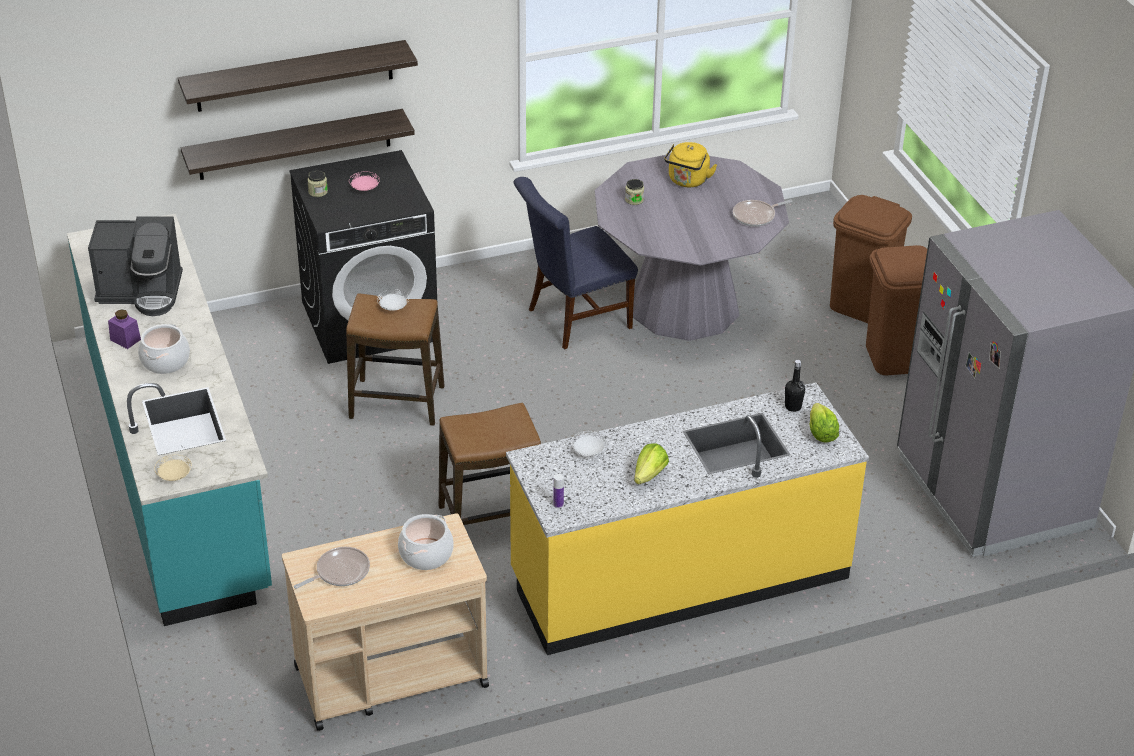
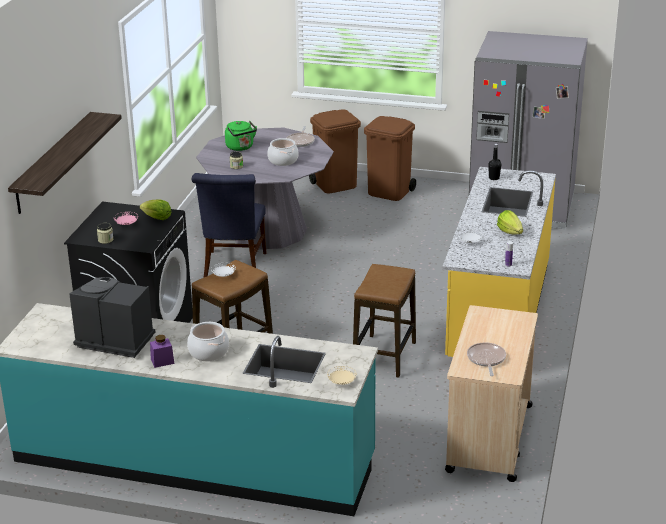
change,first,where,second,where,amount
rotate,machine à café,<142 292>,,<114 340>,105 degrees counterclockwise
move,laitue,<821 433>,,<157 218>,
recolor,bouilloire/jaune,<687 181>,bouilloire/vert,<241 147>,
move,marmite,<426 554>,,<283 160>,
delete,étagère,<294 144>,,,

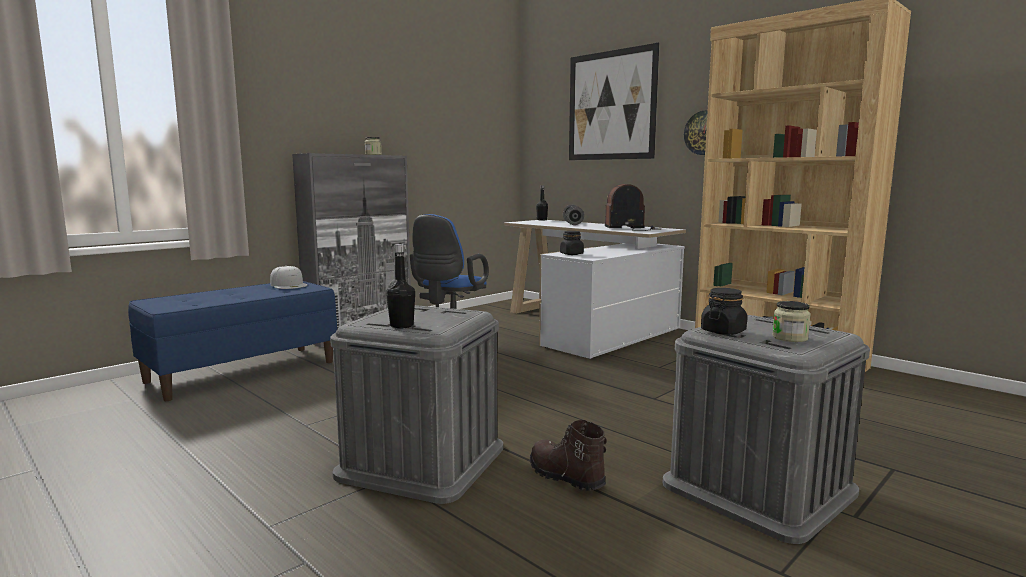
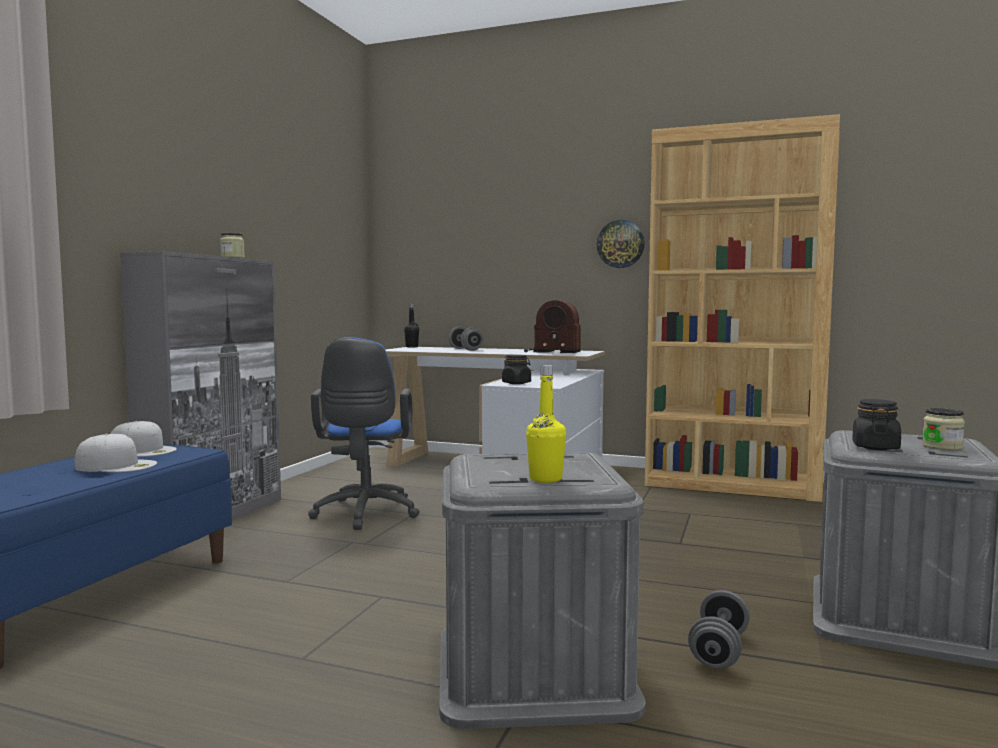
change,first,where,second,where,amount
insert,,,casquette/blanc,<117 465>,
rotate,radio,<632 229>,,<552 352>,135 degrees counterclockwise
recolor,bouteille/noir,<401 326>,bouteille/jaune,<545 479>,
replace,botte/marron,<565 477>,haltère/gris,<719 651>,
delete,tableau,<611 105>,,,

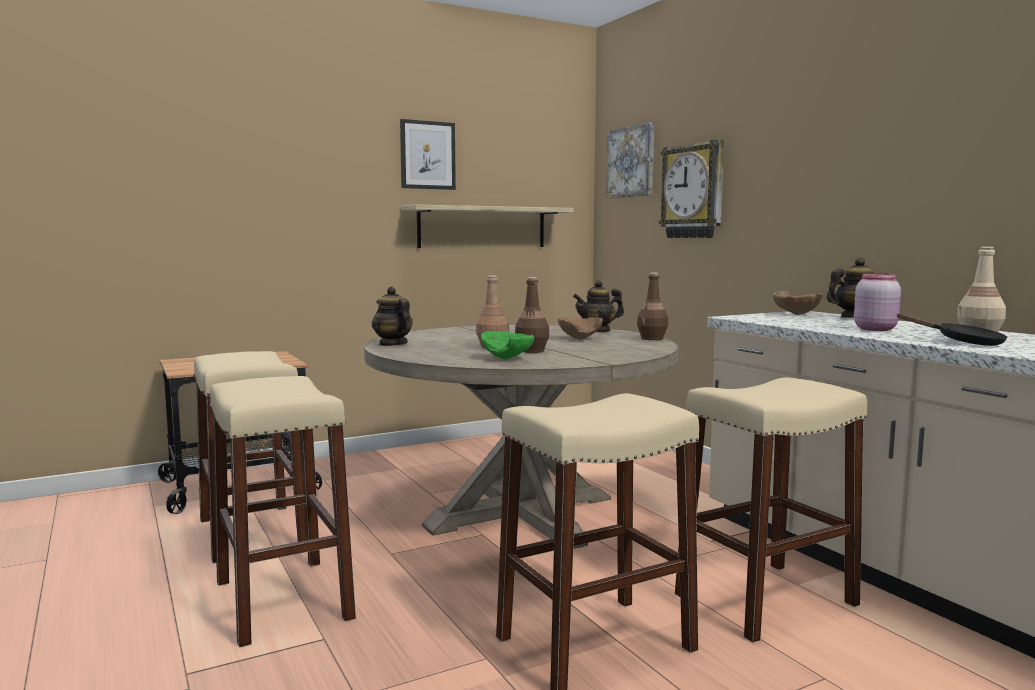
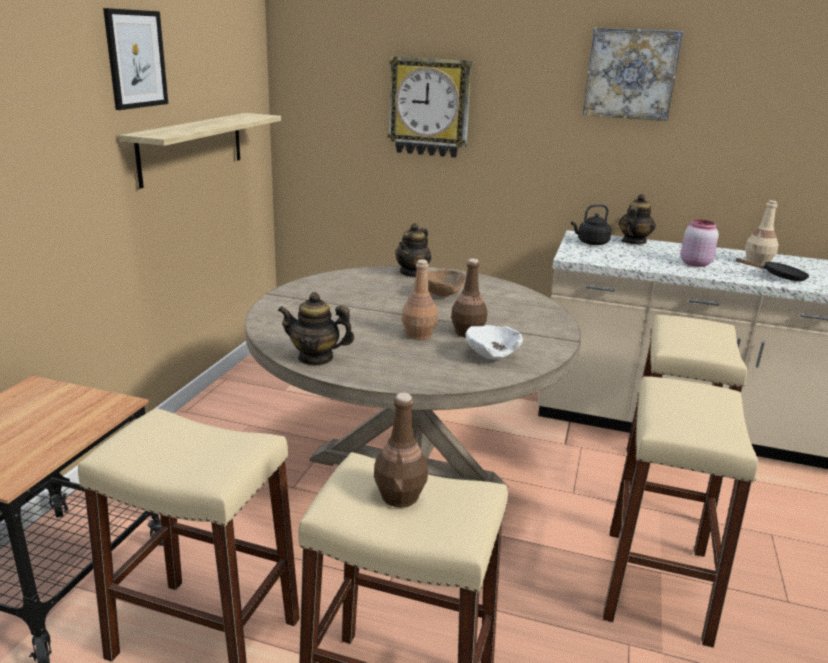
change,first,where,second,where,amount
move,bouteille/marron,<652 338>,,<400 496>,
recolor,bol/vert,<508 359>,bol/blanc,<492 356>,
replace,bol/marron,<795 315>,bouilloire/noir,<591 243>,
move,tableau,<631 162>,,<631 74>,

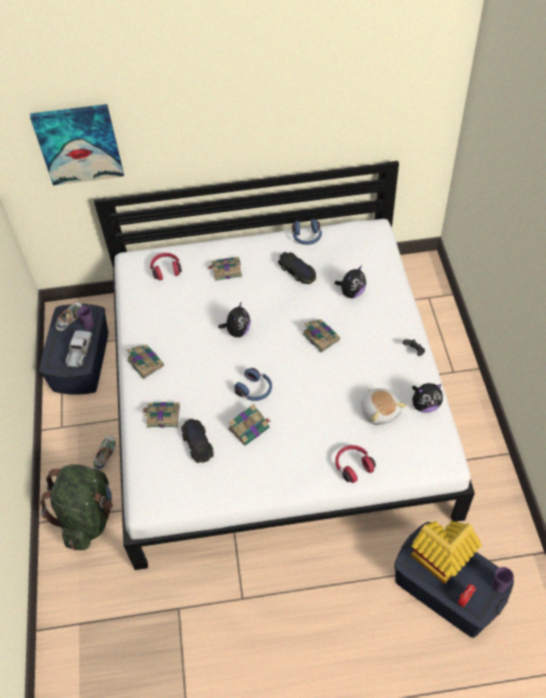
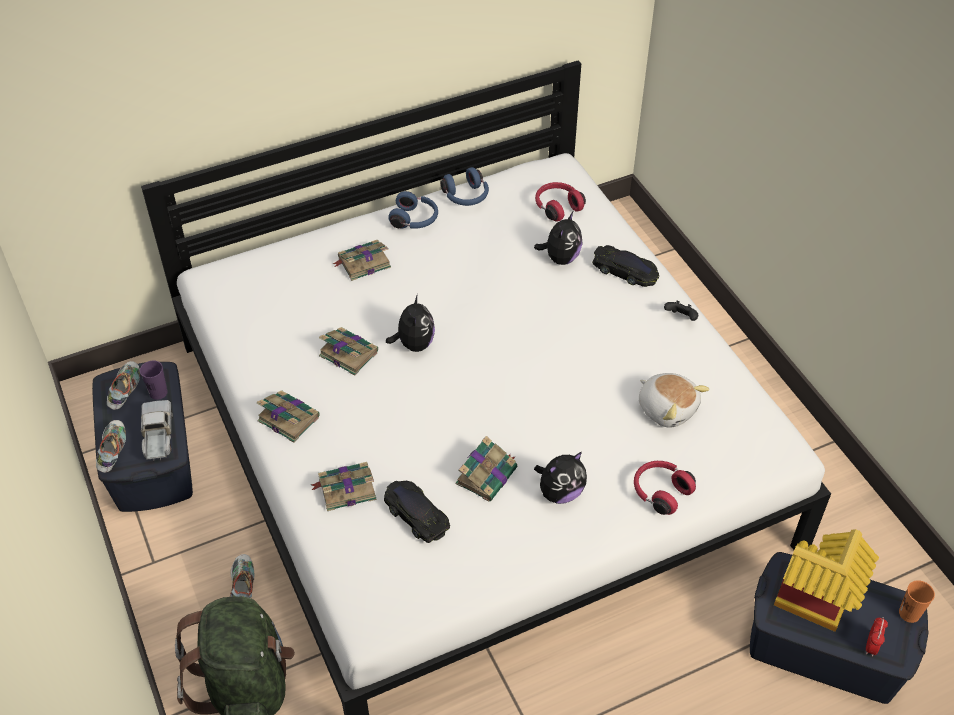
change,first,where,second,where,amount
insert,,,chaussure,<113 452>,
move,livre,<320 336>,,<347 353>,
move,casque audio/bleu,<255 390>,,<415 220>,
move,peluche,<425 405>,,<560 492>,
move,casque audio/rouge,<166 269>,,<557 207>,
move,petite voiture/noir,<297 271>,,<625 271>,
recolor,tasse/violet,<499 585>,tasse/orange,<909 613>,
delete,tableau,<79 144>,,,

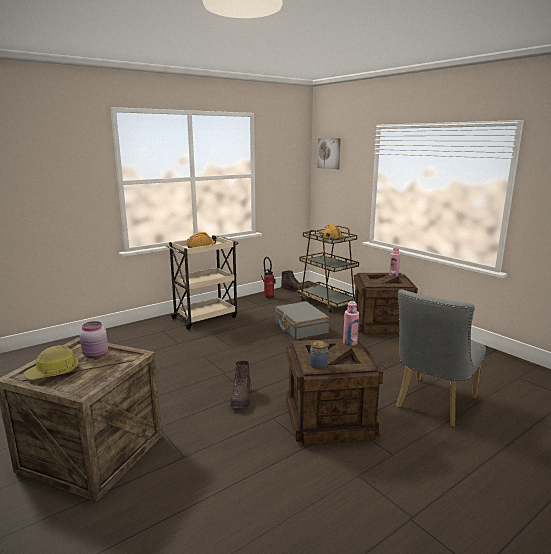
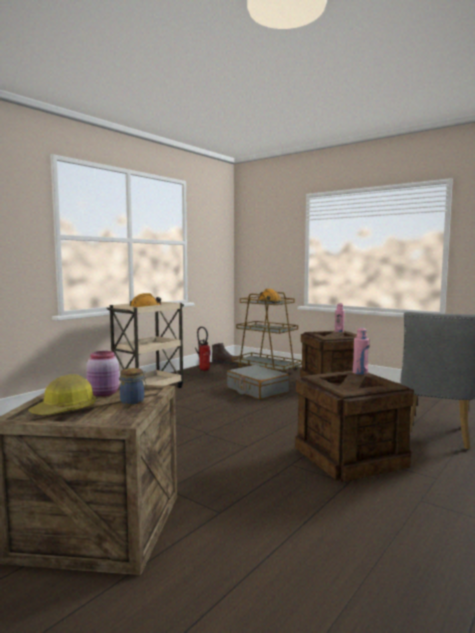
change,first,where,second,where,amount
move,bocal,<319 365>,,<133 401>,
delete,botte/marron,<241 398>,,,
delete,tableau,<329 153>,,,

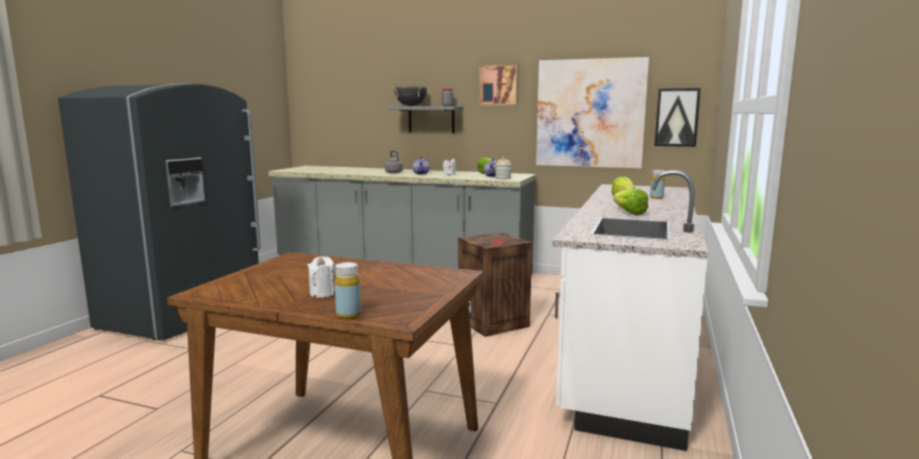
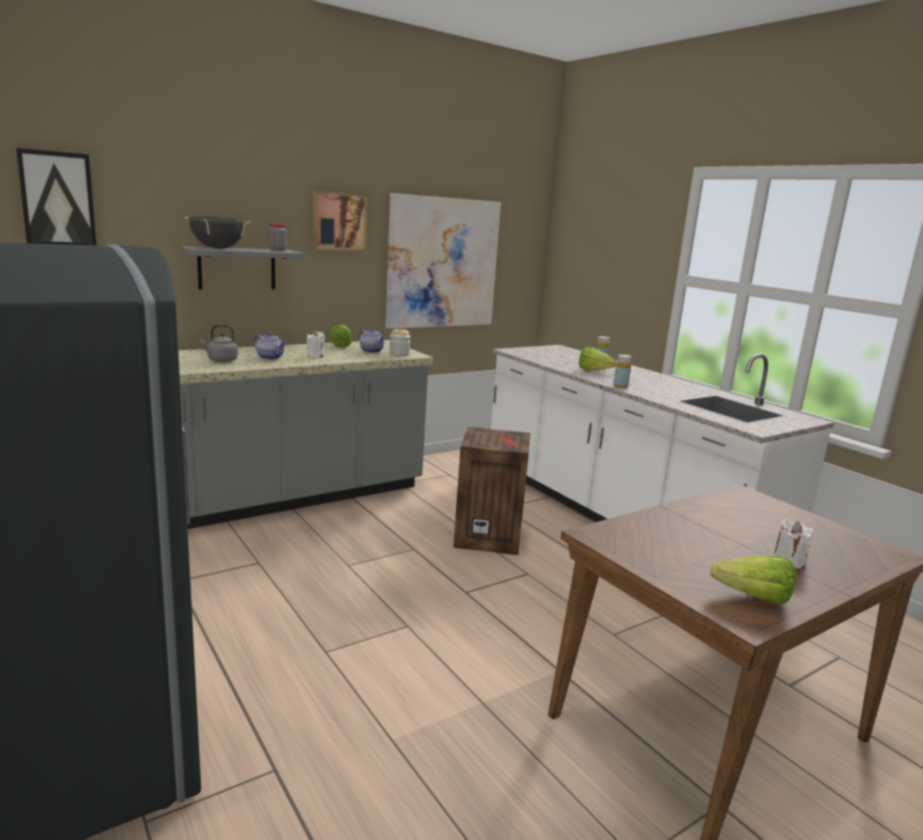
change,first,where,second,where,amount
move,tableau,<677 117>,,<57 199>,
move,bouteille/jaune,<348 315>,,<620 386>,
move,laitue,<627 212>,,<746 596>,

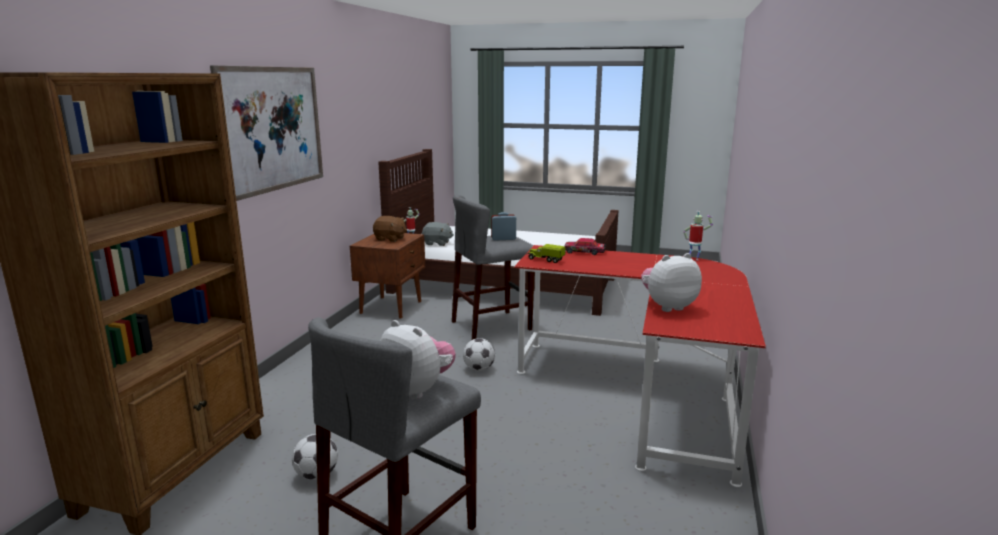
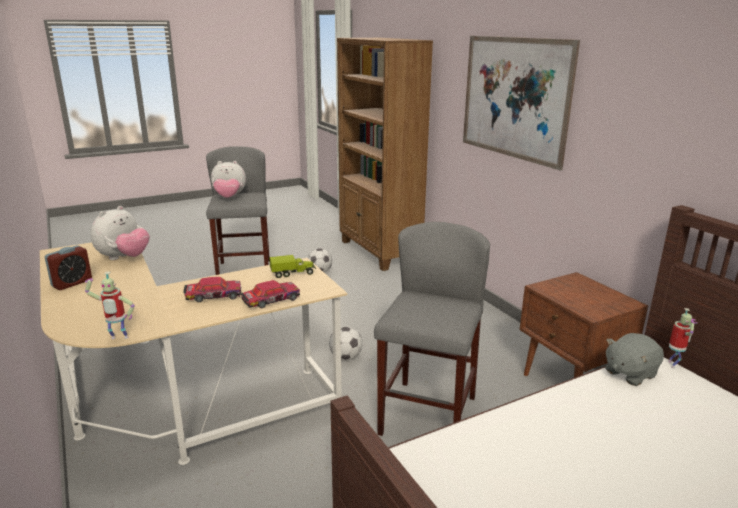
change,first,where,second,where,amount
recolor,bureau/rouge,<642 392>,bureau/beige,<175 403>,
move,réveil,<503 239>,,<72 283>,
insert,,,petite voiture,<213 296>,
delete,peluche/marron,<390 239>,,,

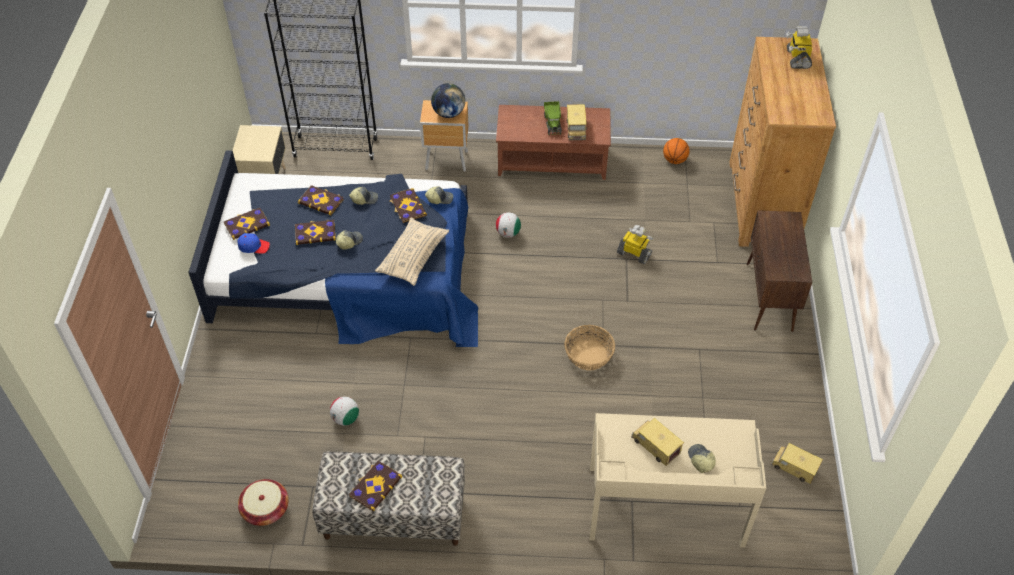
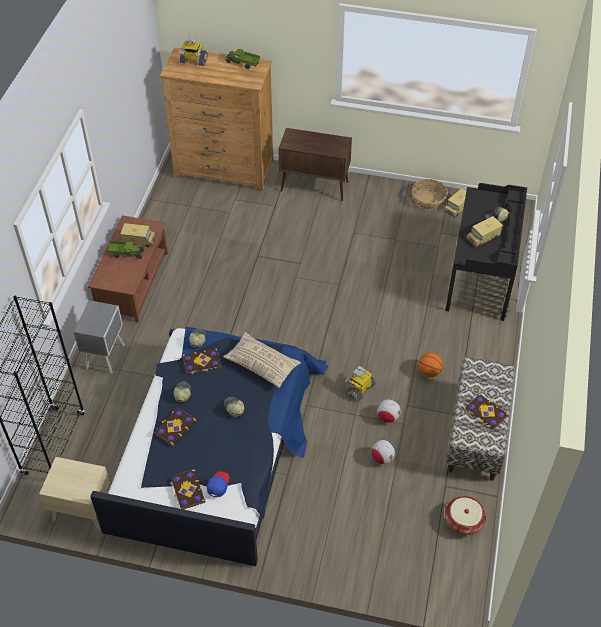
change,first,where,second,where,amount
recolor,table de chevet/marron,<447 161>,table de chevet/gris,<106 356>,
insert,,,camion jouet,<242 63>,
move,robot jouet,<634 253>,,<360 389>,
move,ballon de foot,<508 233>,,<388 417>,
move,panier,<589 355>,,<428 200>,
move,ballon de basket,<674 160>,,<429 372>,
recolor,bureau/beige,<665 507>,bureau/noir,<481 276>,
delete,livre,<315 233>,,,
delete,globe,<448 113>,,,

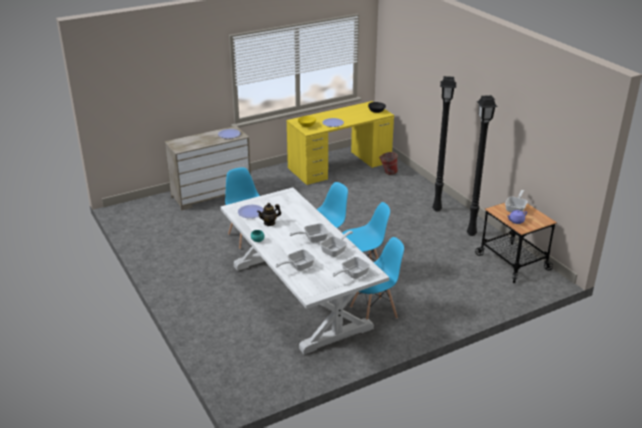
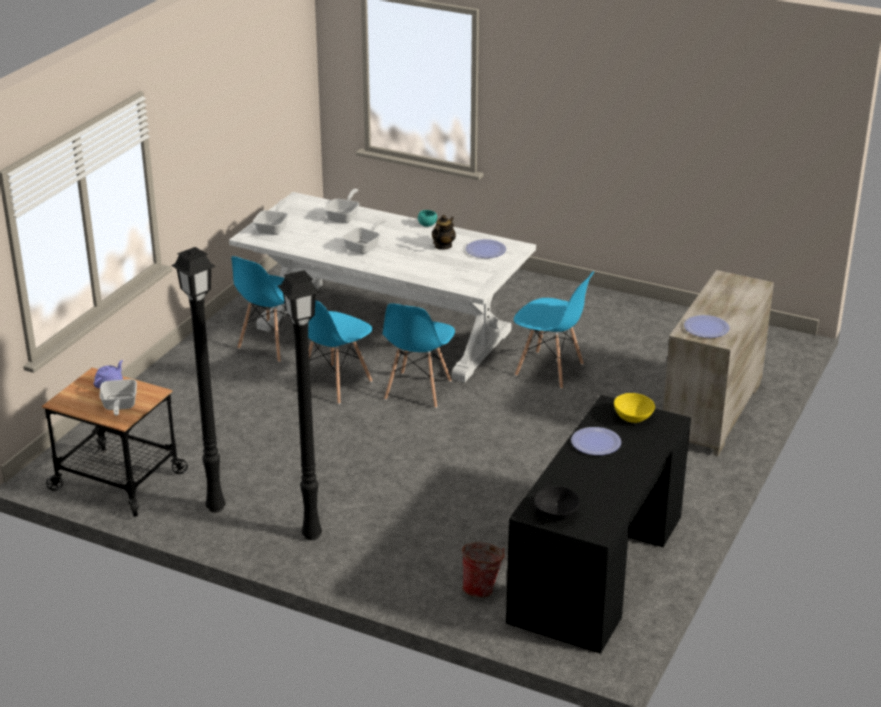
change,first,where,second,where,amount
recolor,bureau/jaune,<340 165>,bureau/noir,<596 568>,
delete,poêle,<336 250>,,,

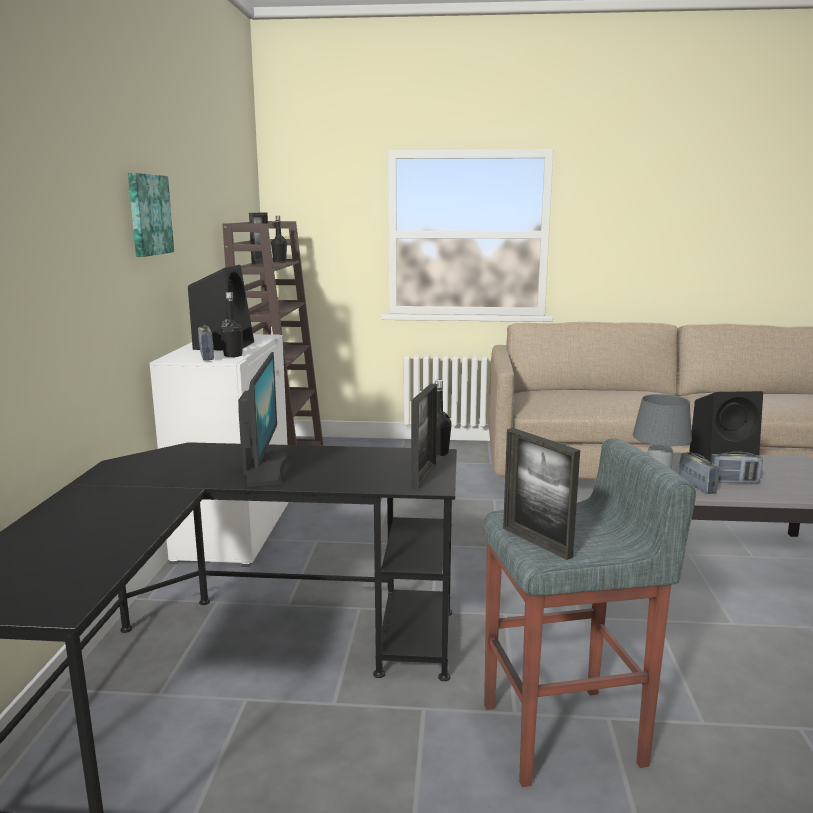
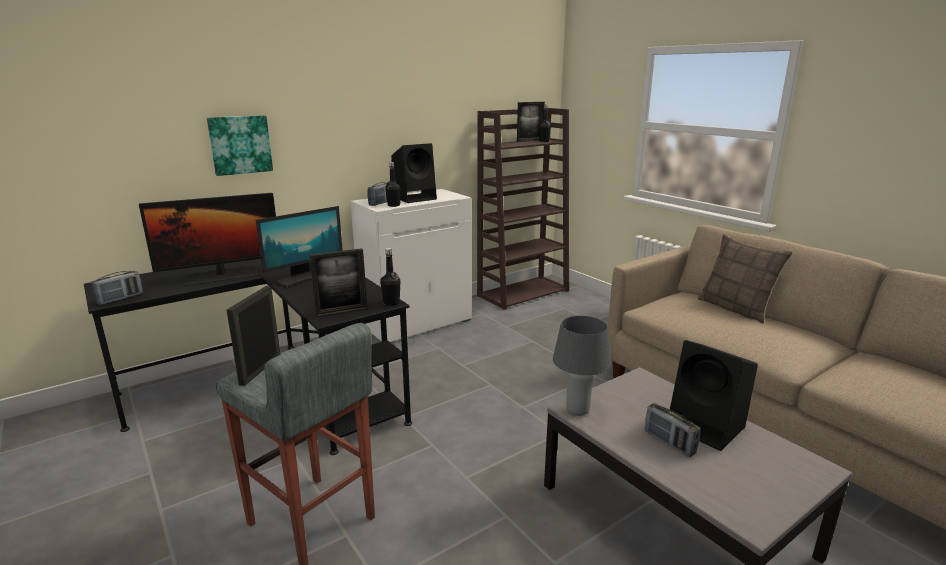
change,first,where,second,where,amount
move,radio,<696 486>,,<120 299>,
insert,,,écran d'ordinateur,<221 275>,
move,tableau,<148 215>,,<240 144>,
insert,,,coussin,<736 308>,

